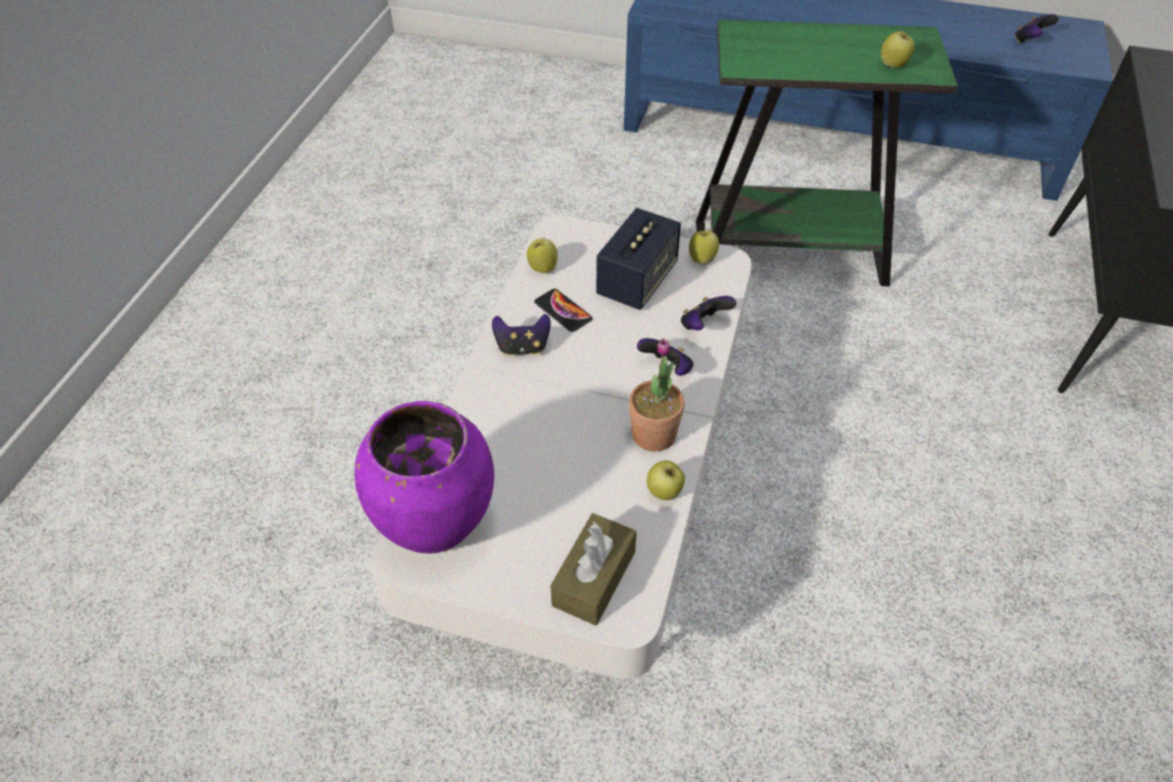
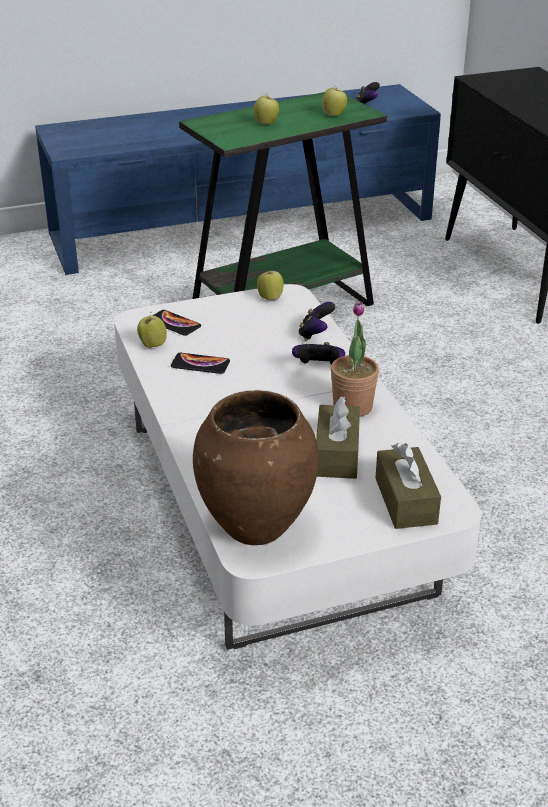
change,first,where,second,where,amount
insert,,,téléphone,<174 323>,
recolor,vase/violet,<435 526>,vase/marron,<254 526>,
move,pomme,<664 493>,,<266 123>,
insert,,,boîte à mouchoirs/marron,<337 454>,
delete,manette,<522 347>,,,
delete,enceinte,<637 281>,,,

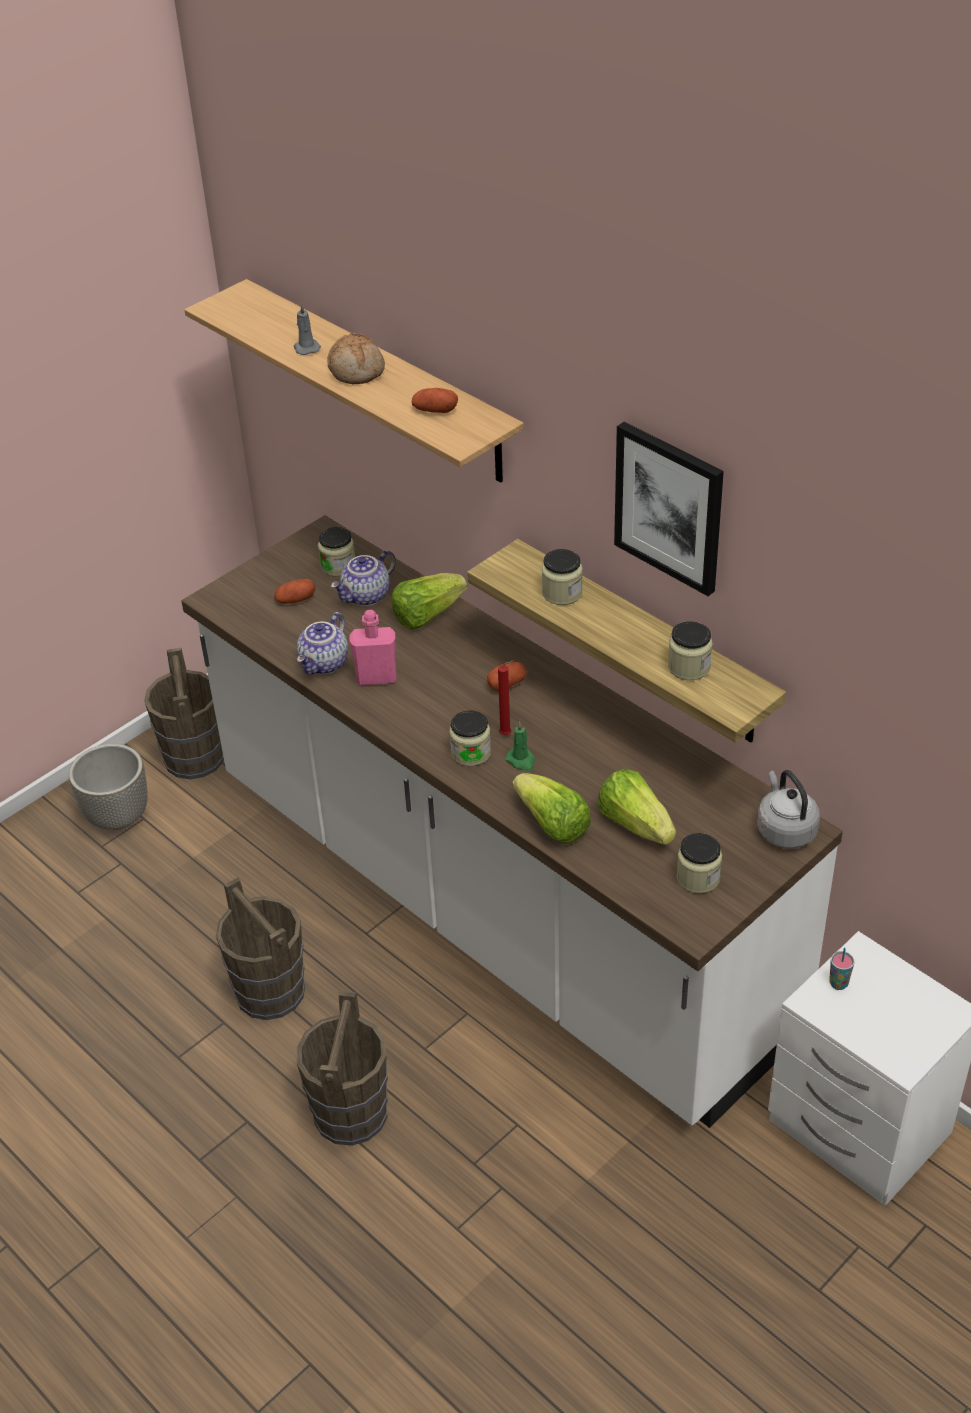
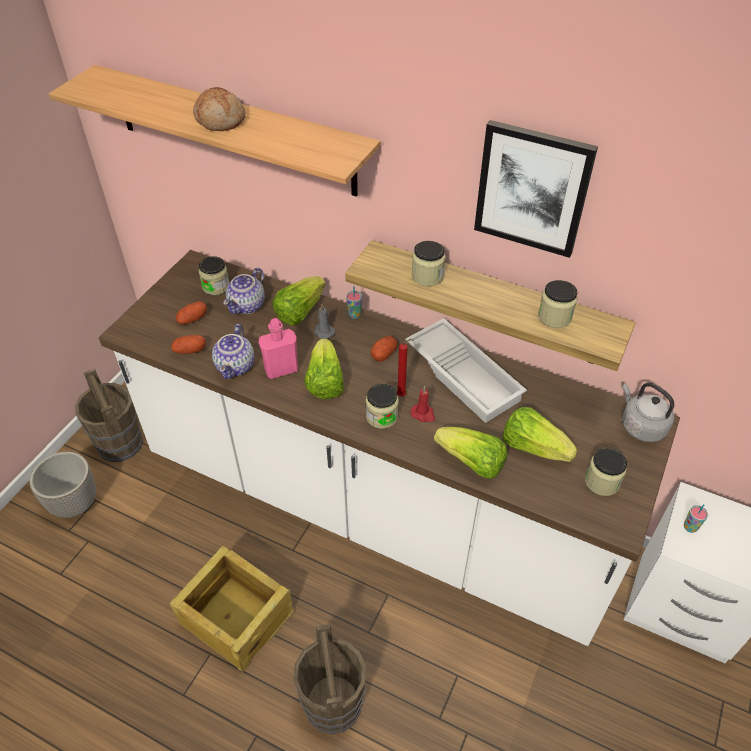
change,first,where,second,where,amount
replace,seau/marron,<270 991>,caisse,<237 616>,
move,pomme de terre,<435 410>,,<190 350>,
insert,,,laitue,<325 382>,
move,bougie/gris,<306 348>,,<323 331>,
insert,,,tasse,<354 315>,
insert,,,plateau/blanc,<465 375>,
recolor,bougie/vert,<521 761>,bougie/rouge,<423 414>,

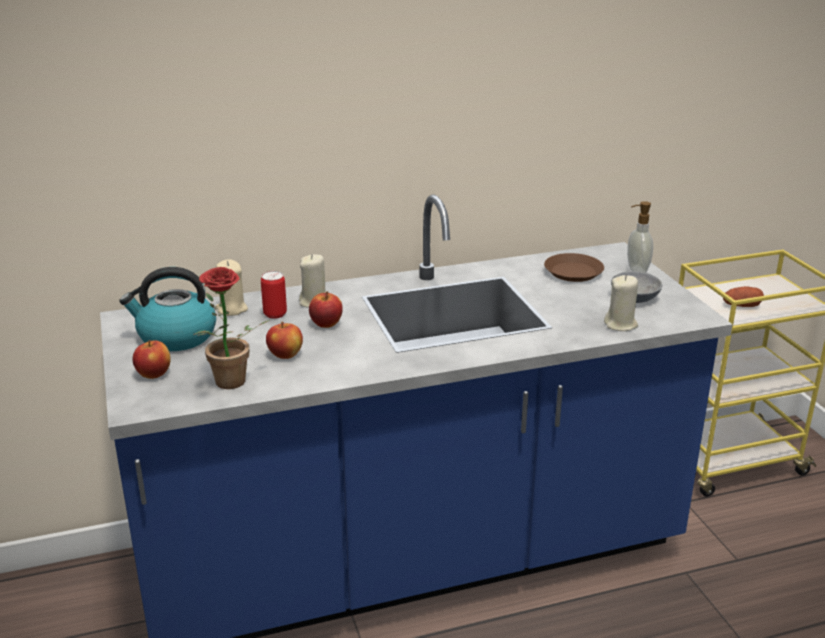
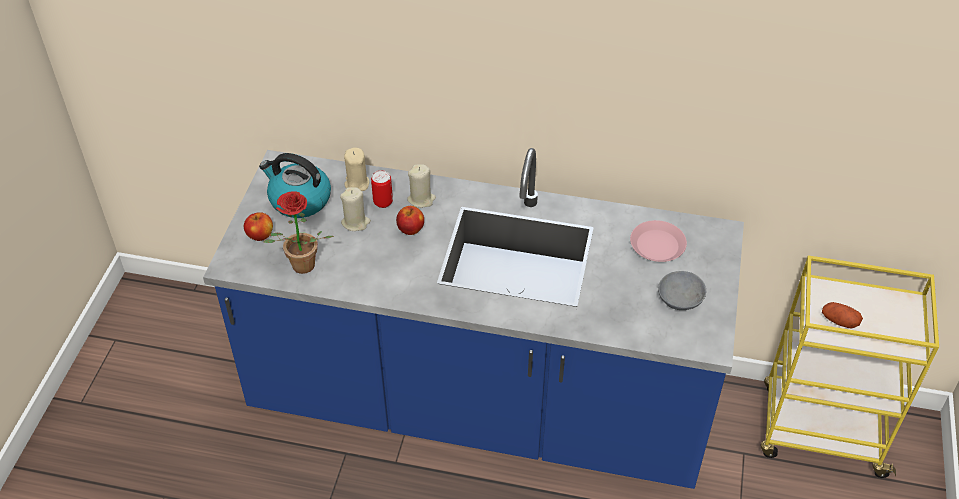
change,first,where,second,where,amount
move,bougie/beige,<620 324>,,<355 222>,
recolor,assiette/marron,<573 272>,assiette/rose,<657 245>,
delete,pomme,<285 355>,,,
delete,distributeur de savon,<636 270>,,,

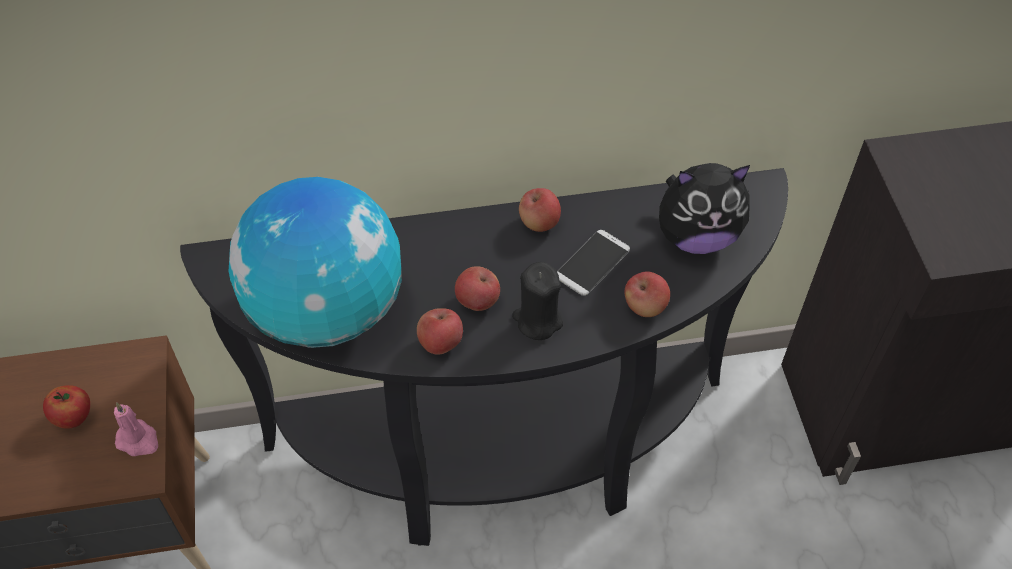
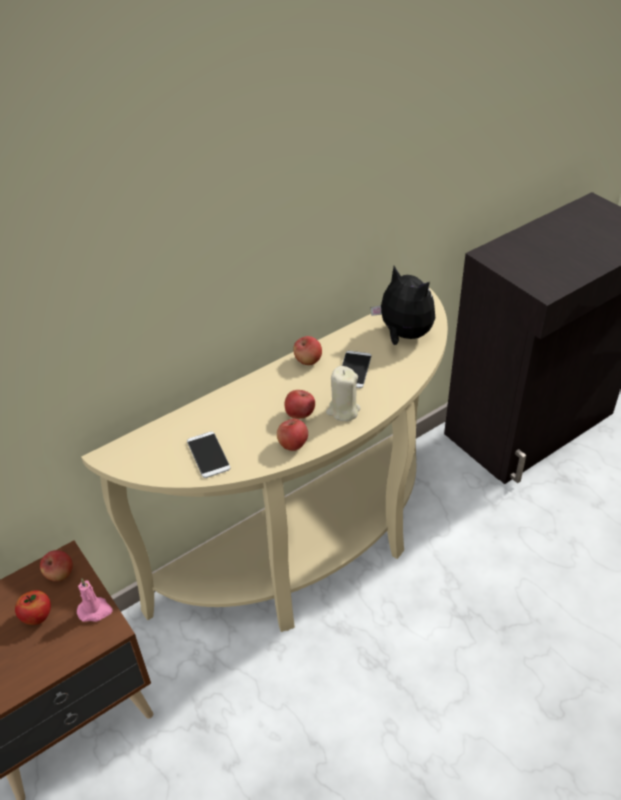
change,first,where,second,where,amount
move,pomme,<645 307>,,<60 574>,
recolor,table console/noir,<503 459>,table console/beige,<311 556>,
replace,globe,<327 310>,téléphone,<208 455>,
recolor,bougie/noir,<537 320>,bougie/beige,<343 410>,
rotate,peluche,<696 236>,,<403 335>,105 degrees counterclockwise

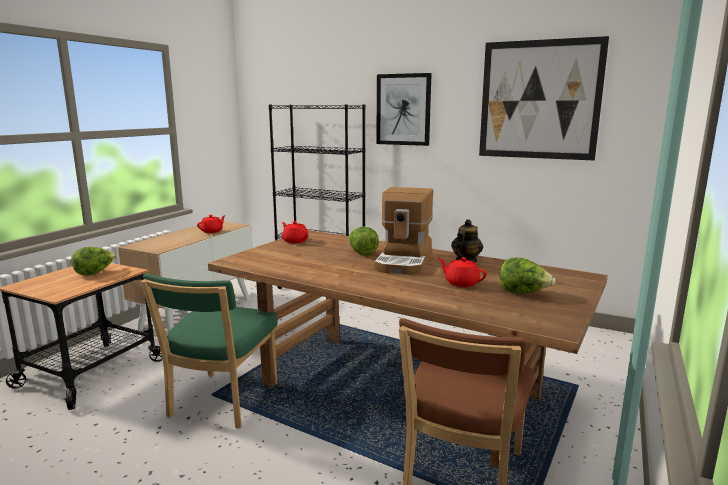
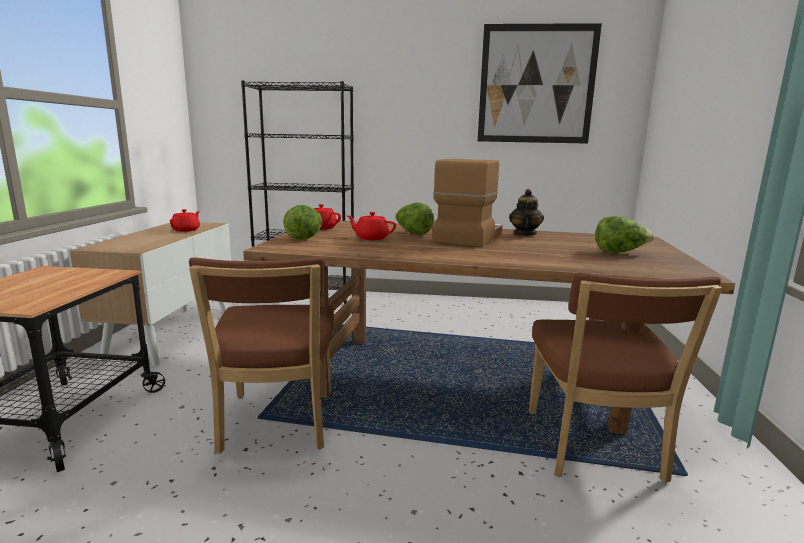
change,first,where,second,where,amount
recolor,chaise/vert,<221 402>,chaise/marron,<276 425>,
move,laitue,<95 273>,,<305 238>,
move,théière/rouge,<461 283>,,<371 238>,
rotate,machine à café,<405 261>,,<468 237>,150 degrees counterclockwise
delete,tableau,<403 109>,,,

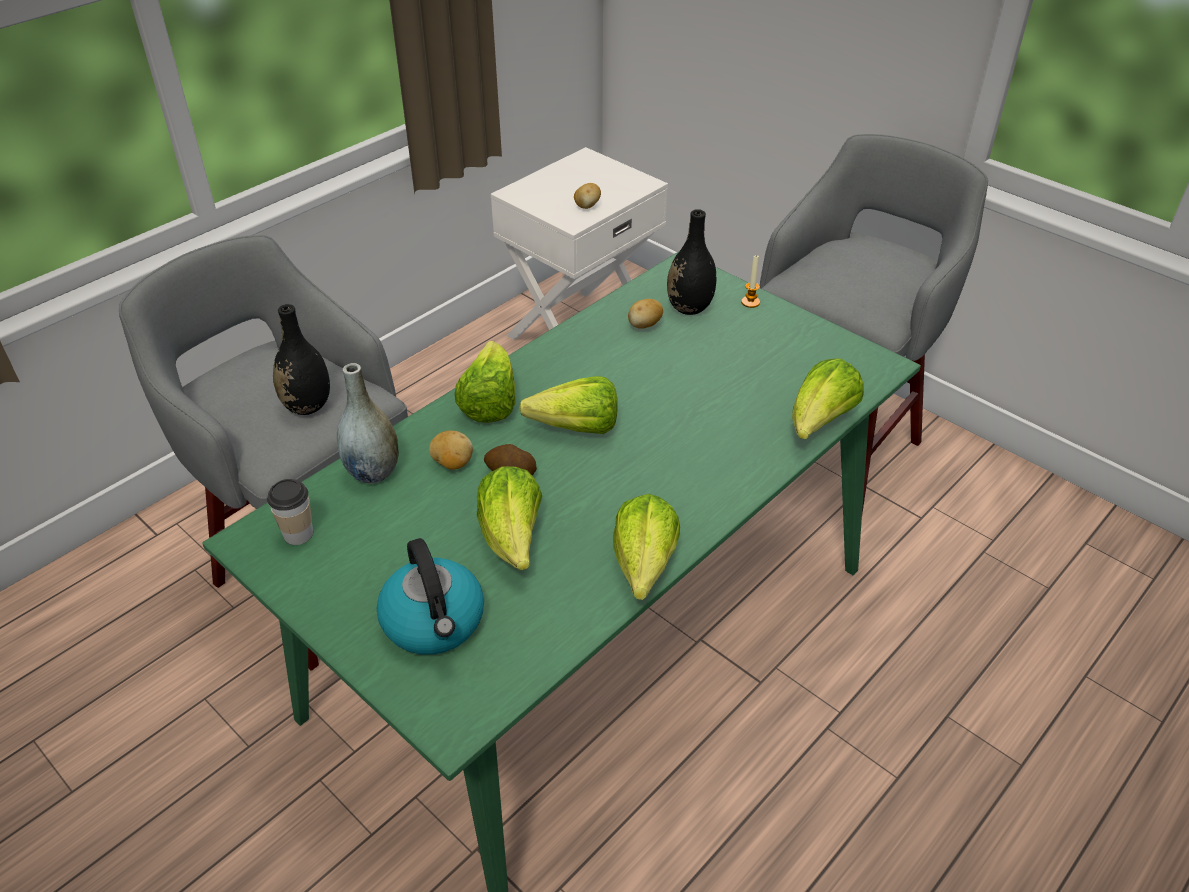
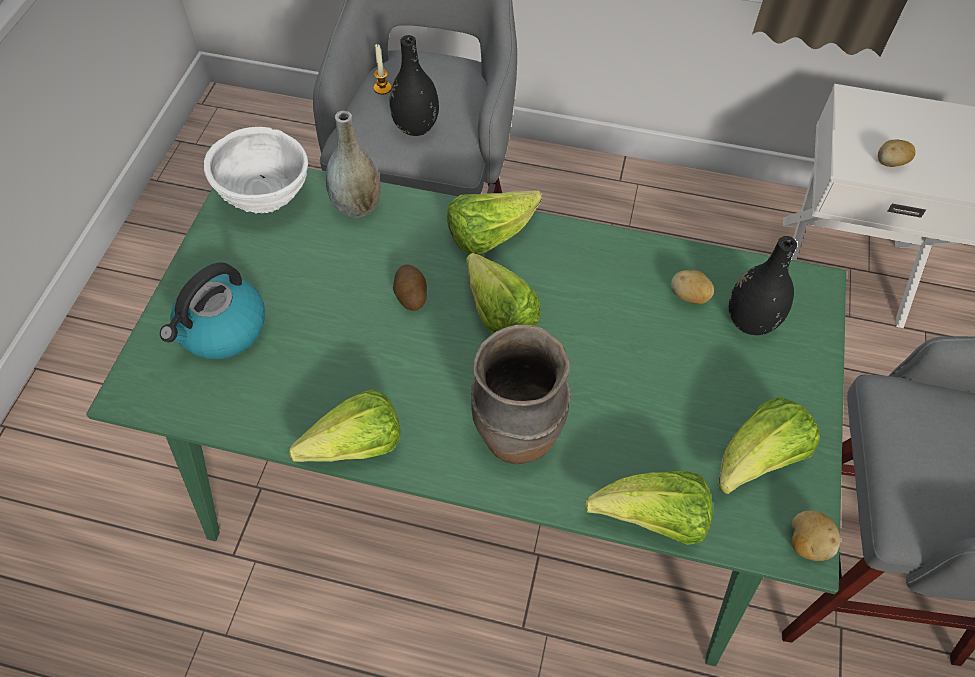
change,first,where,second,where,amount
replace,tasse,<298 534>,bol/blanc,<267 200>,
move,bougie,<750 302>,,<382 88>,
insert,,,vase/marron,<516 435>,
move,laitue,<512 539>,,<757 459>,
move,pomme de terre,<452 463>,,<806 543>,

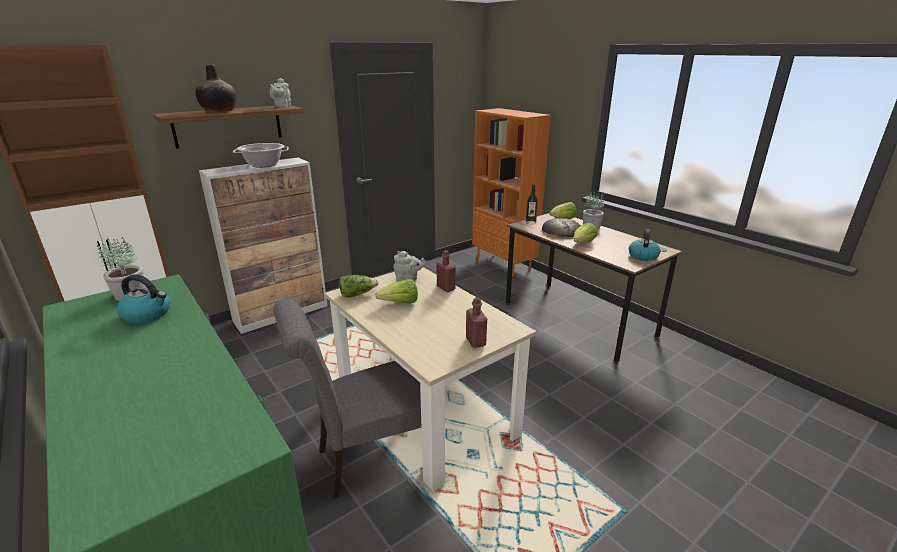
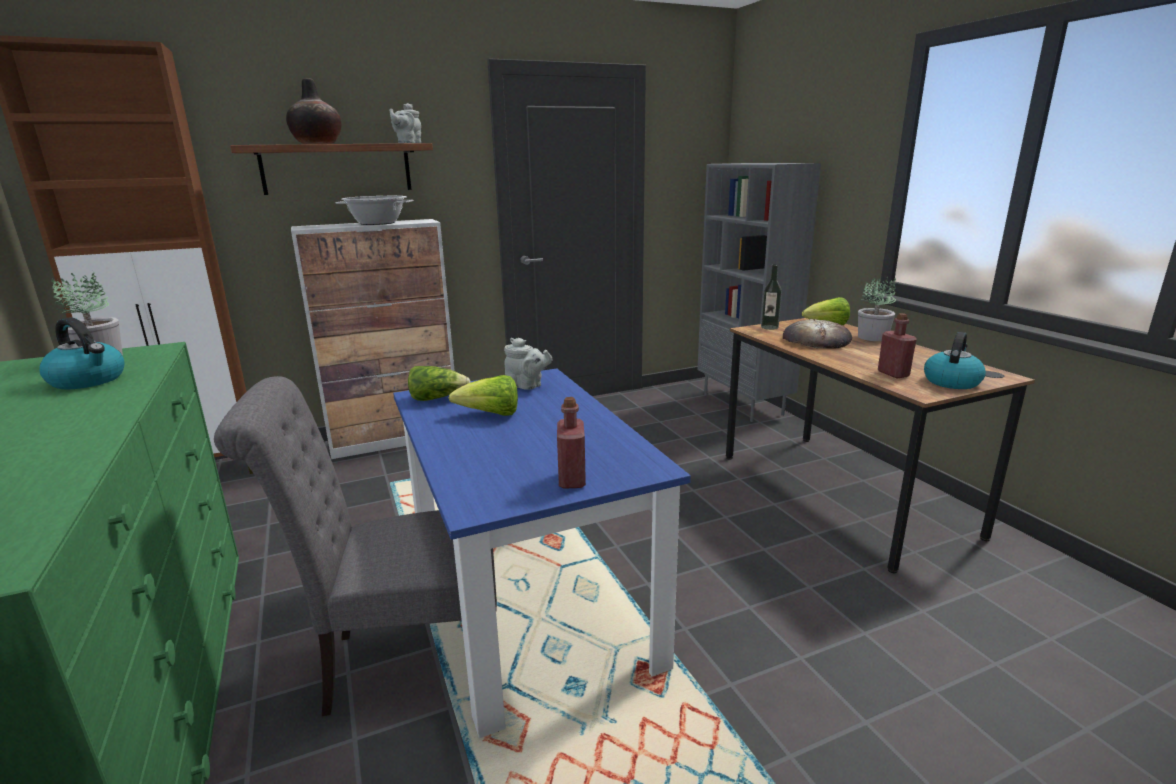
change,first,where,second,where,amount
recolor,table à manger/beige,<425 411>,table à manger/bleu,<528 602>,
recolor,bibliothèque/orange,<504 265>,bibliothèque/gris,<744 404>,
move,bouteille/rouge,<446 288>,,<893 374>,
delete,laitue,<583 243>,,,

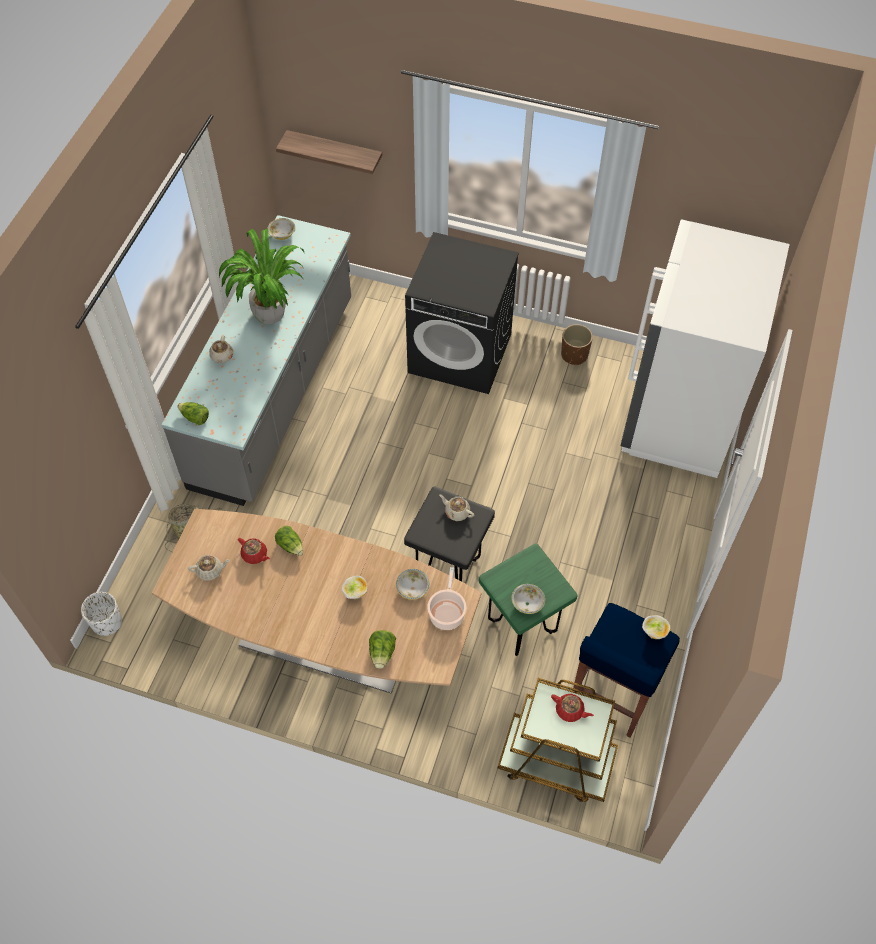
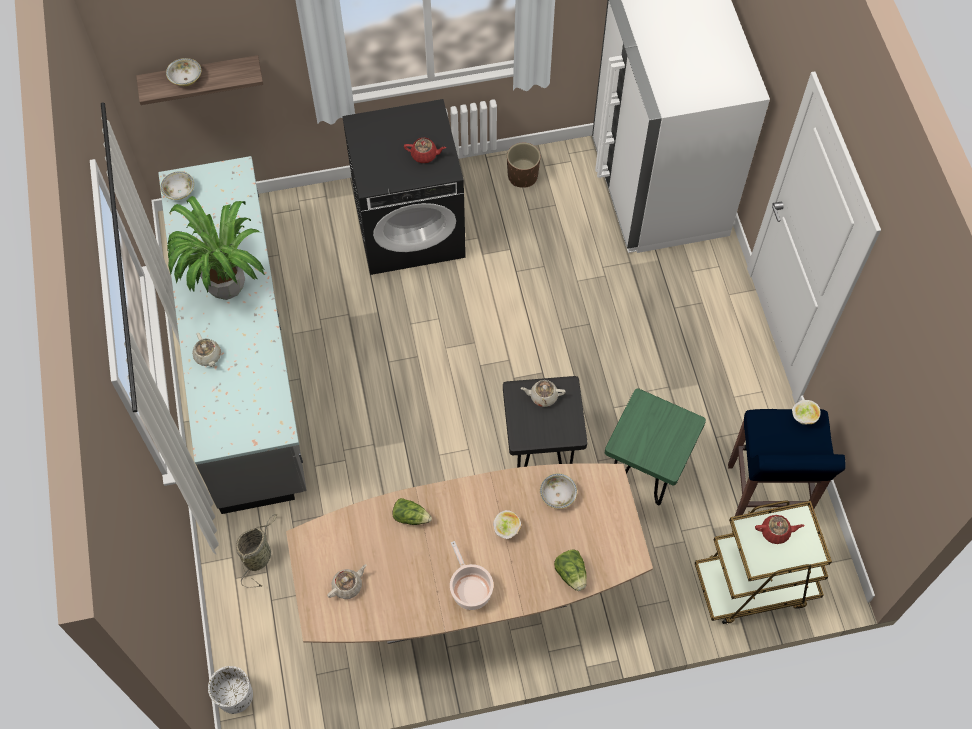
change,first,where,second,where,amount
move,bol,<527 603>,,<185 79>,
move,théière/rouge,<255 555>,,<424 155>,
move,marmite,<447 613>,,<470 589>,
delete,laitue,<195 417>,,,

